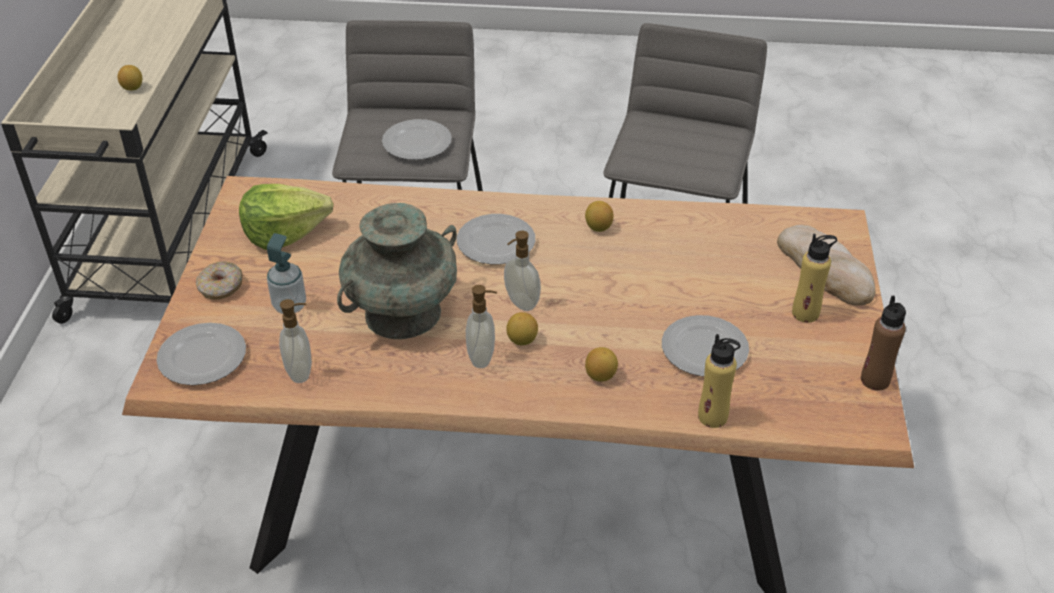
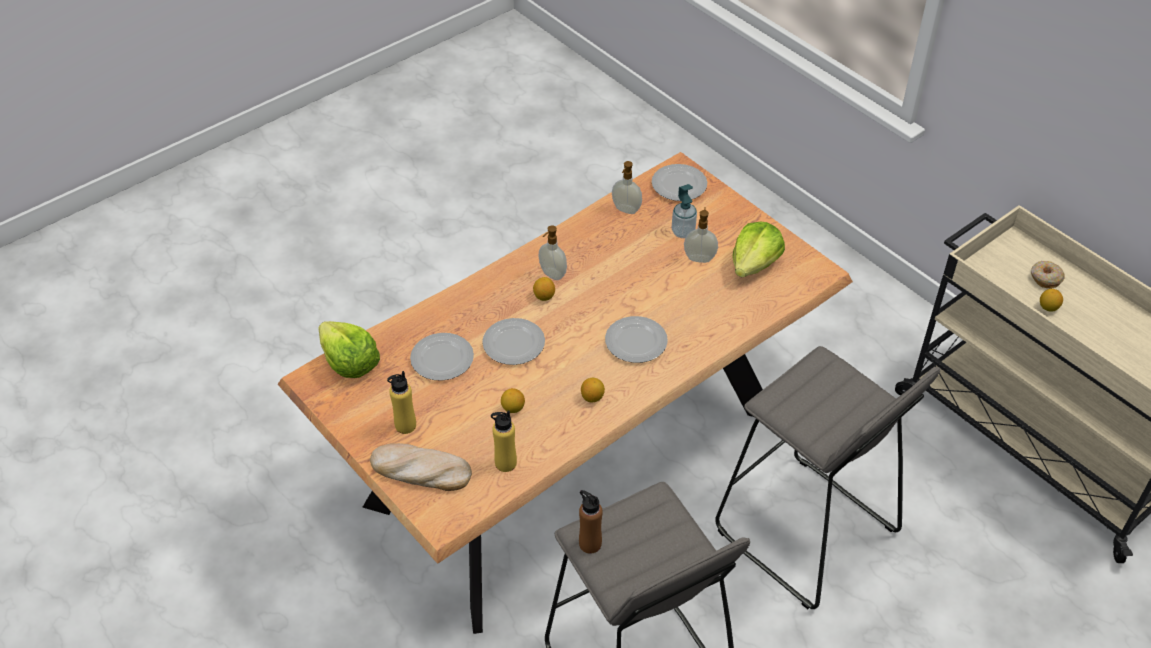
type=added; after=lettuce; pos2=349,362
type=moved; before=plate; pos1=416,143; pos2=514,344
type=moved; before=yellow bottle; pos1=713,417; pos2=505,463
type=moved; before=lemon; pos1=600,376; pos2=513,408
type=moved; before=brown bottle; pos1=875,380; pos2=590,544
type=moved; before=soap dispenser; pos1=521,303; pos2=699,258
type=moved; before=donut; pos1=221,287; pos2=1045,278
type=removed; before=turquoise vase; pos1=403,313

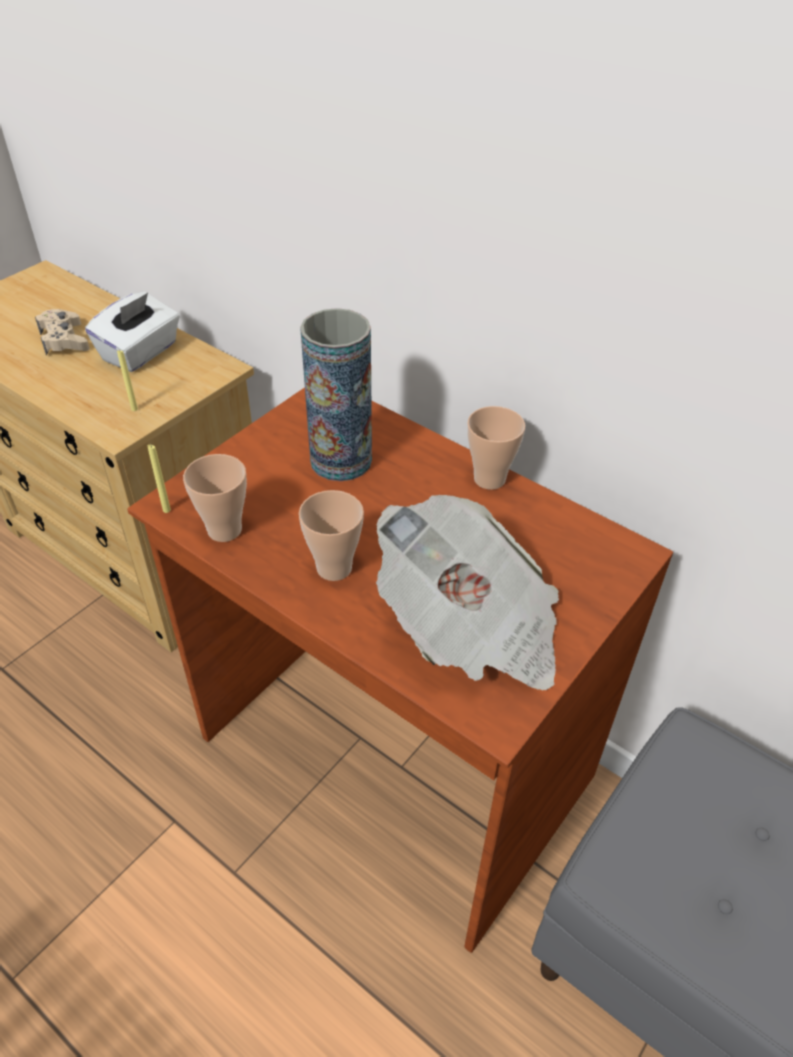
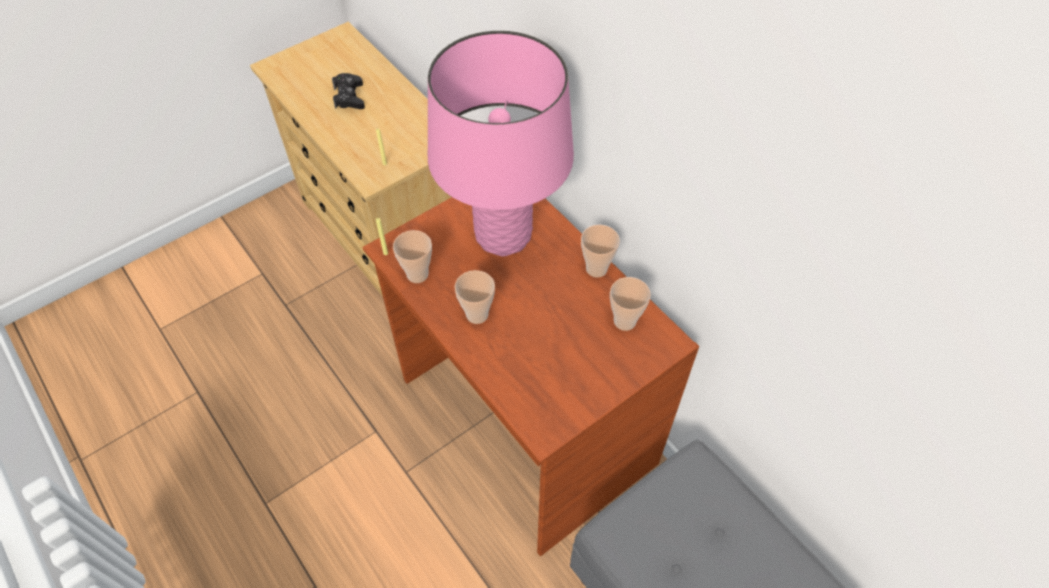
type=recoloured; before=beige game controller; after=black game controller; pos1=64,340; pos2=349,97
type=replaced; before=vase; after=pink table lamp; pos1=341,460; pos2=503,236
type=added; after=cup; pos2=624,321
type=removed; before=white tissue box; pos1=140,352
type=removed; before=newspaper; pos1=471,627

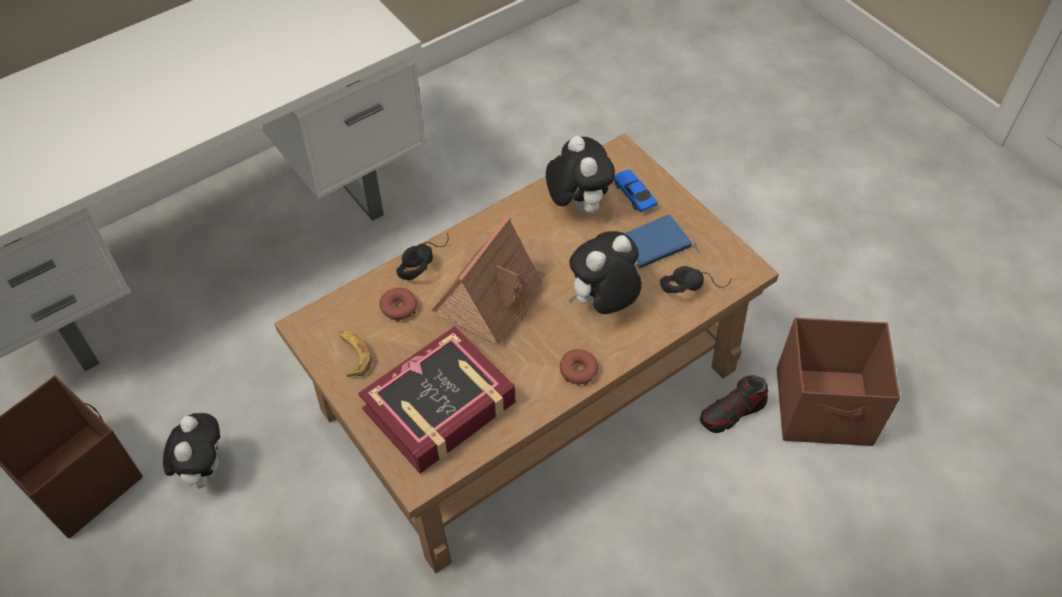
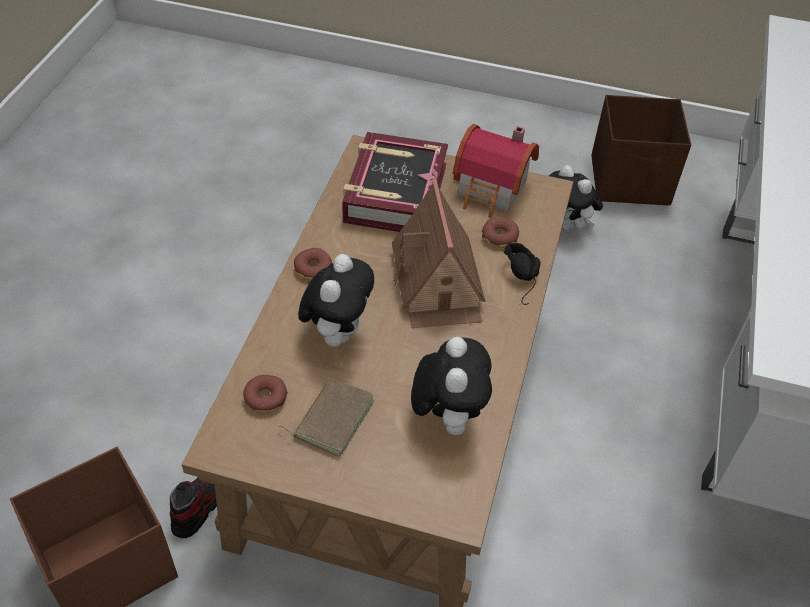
type=replaced; before=black headphones; after=donut; pos1=692,285; pos2=265,398
type=recoloured; before=blue book; after=brown book; pos1=655,246; pos2=332,418
type=turned; before=plush toy; pos1=577,204; pos2=447,416; turn=-120
type=replaced; before=banana; after=toy house; pos1=353,355; pos2=492,191
type=removed; before=toy car; pos1=634,195

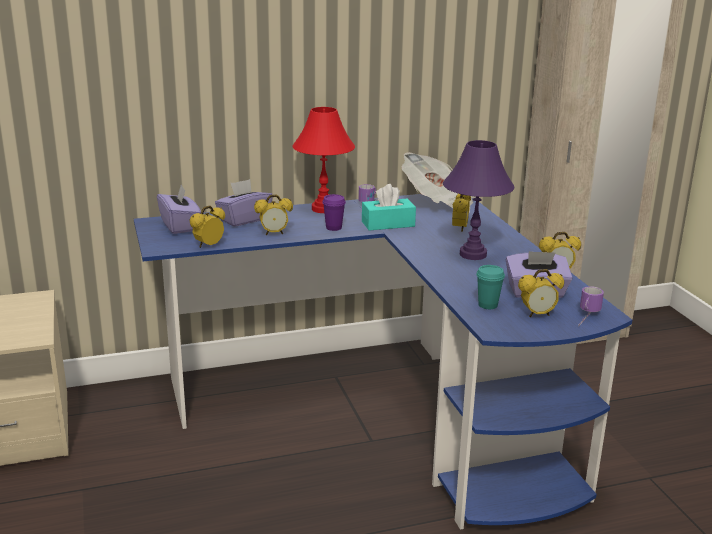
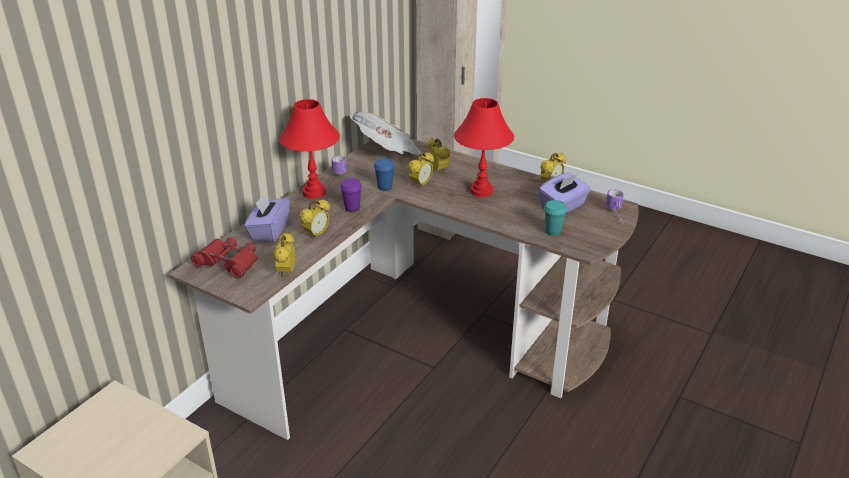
type=recoloured; before=blue desk; after=brown desk; pos1=388,411; pos2=416,337
type=replaced; before=purple tissue box; after=red binoculars; pos1=180,226; pos2=228,262
type=replaced; before=turquoise tissue box; after=blue cup; pos1=388,224; pos2=384,187
type=moved; before=alarm clock; pos1=537,314; pos2=421,184
type=recoloured; before=purple table lamp; after=red table lamp; pos1=473,254; pos2=481,191

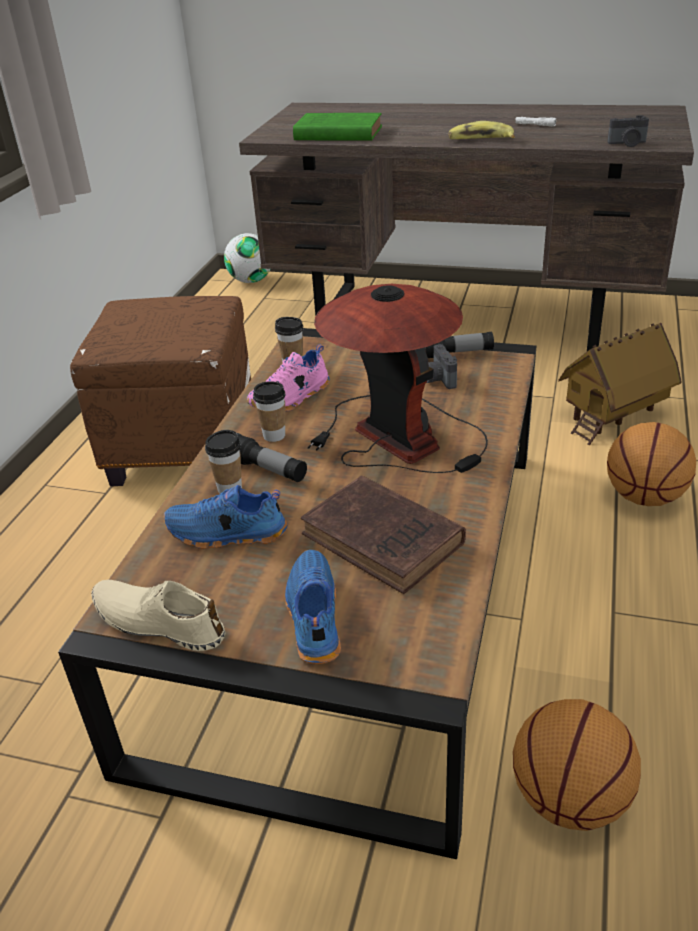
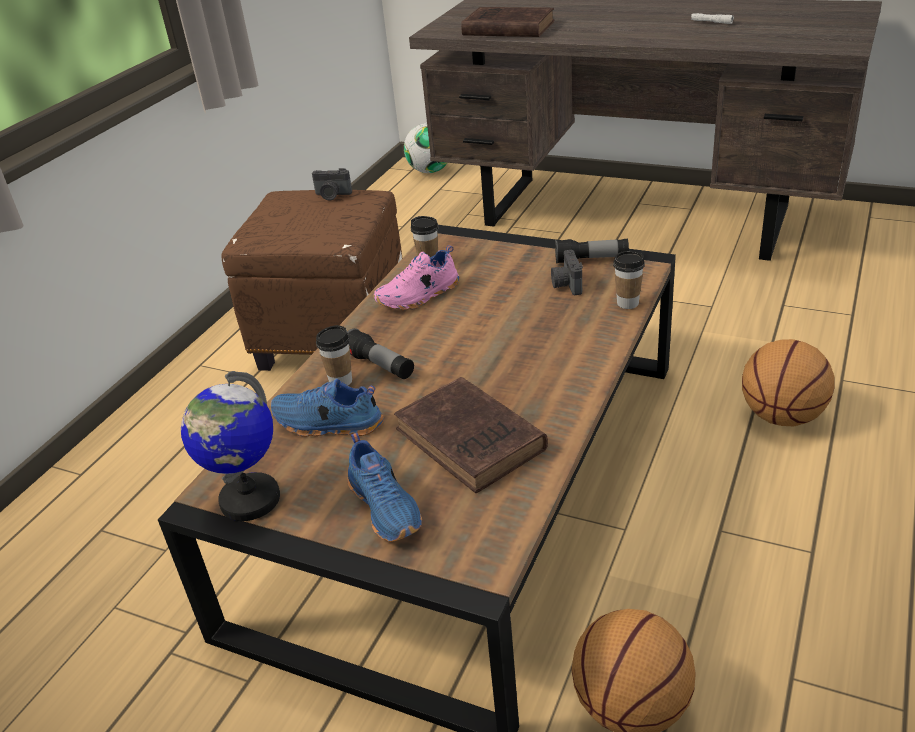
type=replaced; before=beige shoe; after=globe; pos1=158,621; pos2=249,499
type=moved; before=photo camera; pos1=627,144; pos2=332,195
type=turned; before=blue shoe; pos1=312,616; pos2=386,507; turn=150
type=recoloured; before=green book; after=brown book; pos1=336,133; pos2=506,28
type=moved; before=cup; pos1=274,435; pos2=627,303
type=removed; before=table lamp; pos1=397,436
type=removed; before=banana; pos1=480,141
type=removed; before=toy house; pos1=613,416

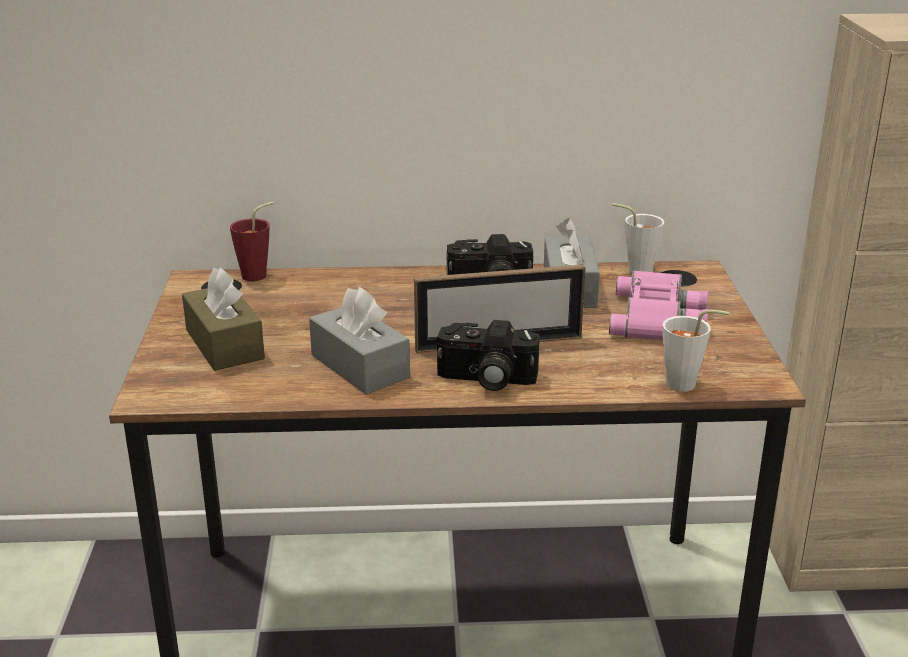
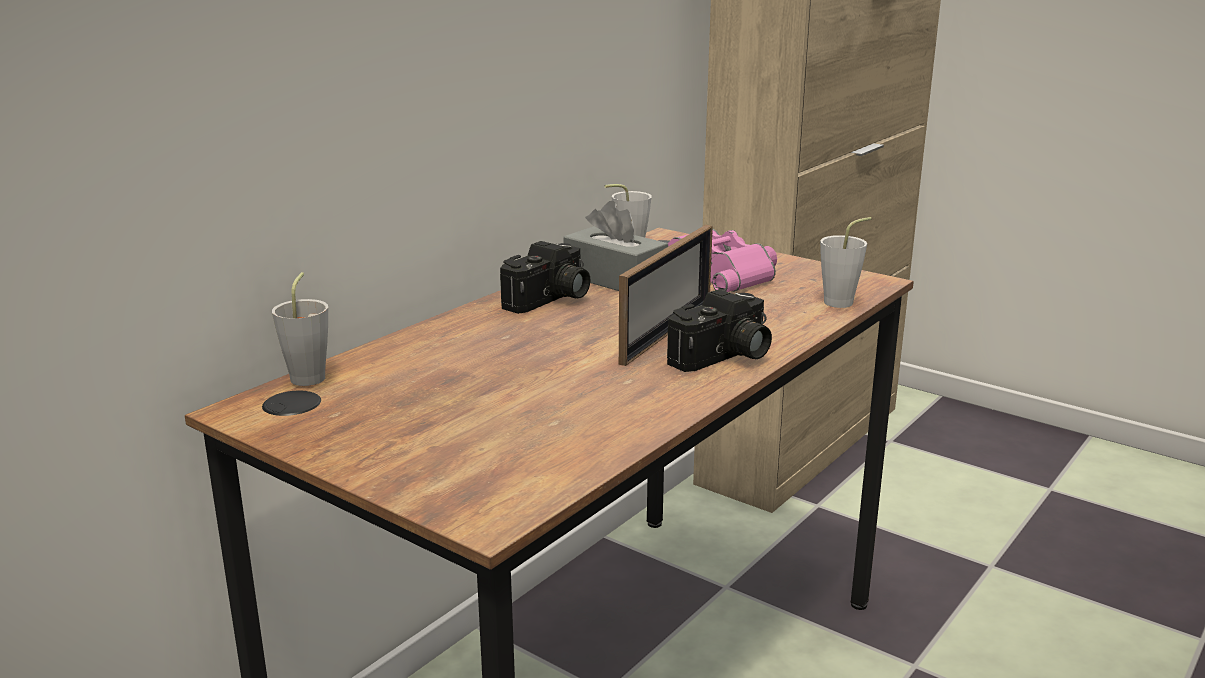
type=recoloured; before=red cup; after=grey cup; pos1=259,274; pos2=310,375
type=removed; before=brown tissue box; pos1=224,344
type=removed; before=grey tissue box; pos1=360,366

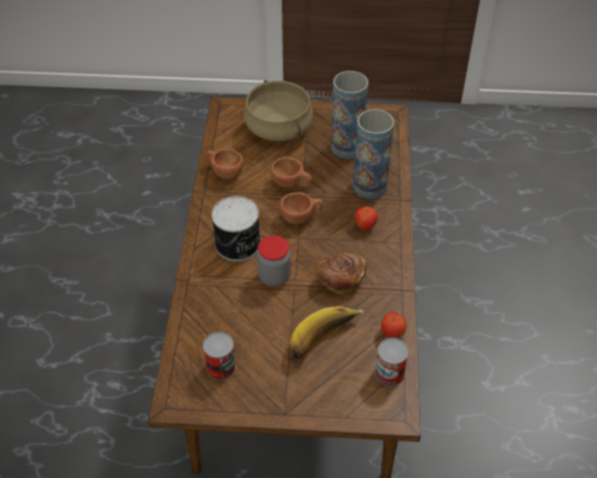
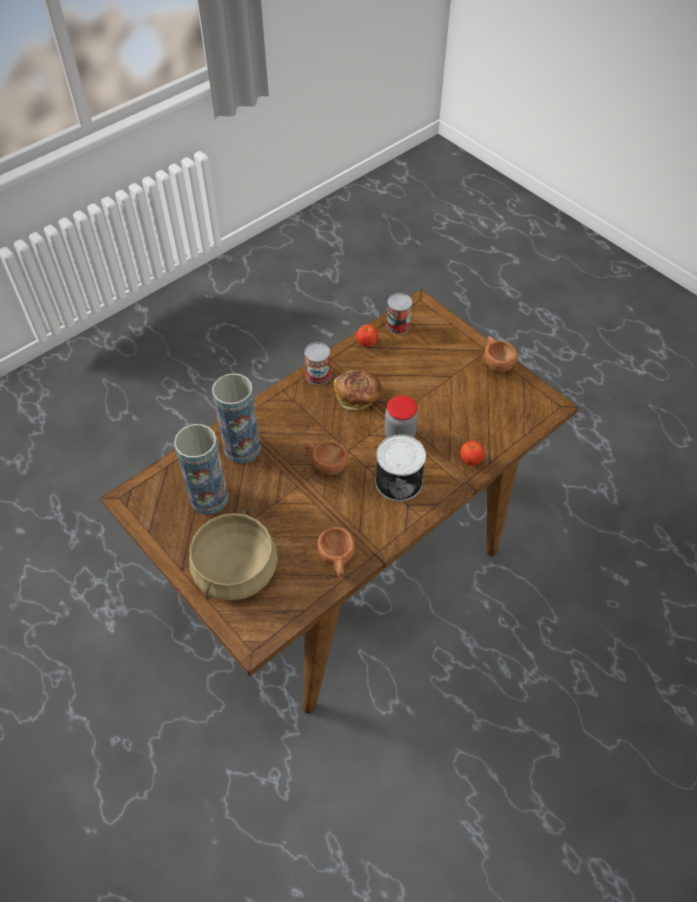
type=moved; before=can; pos1=221,367; pos2=318,375
type=moved; before=apple; pos1=365,226; pos2=471,460
type=moved; before=brown cup; pos1=291,184; pos2=496,362
type=removed; before=banana; pos1=326,341

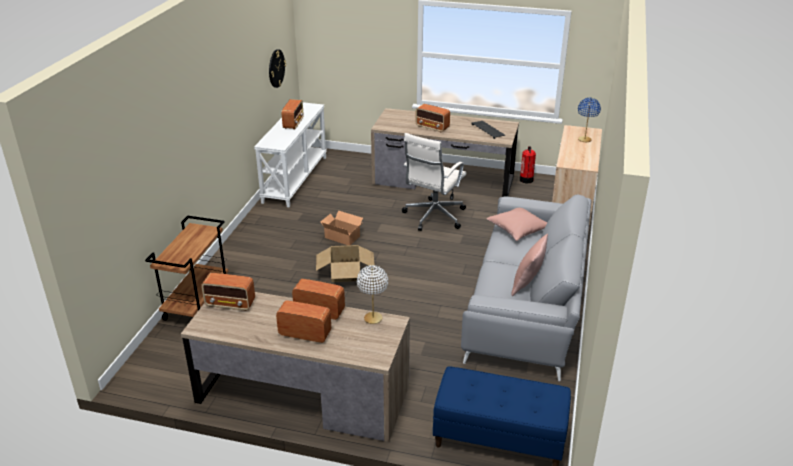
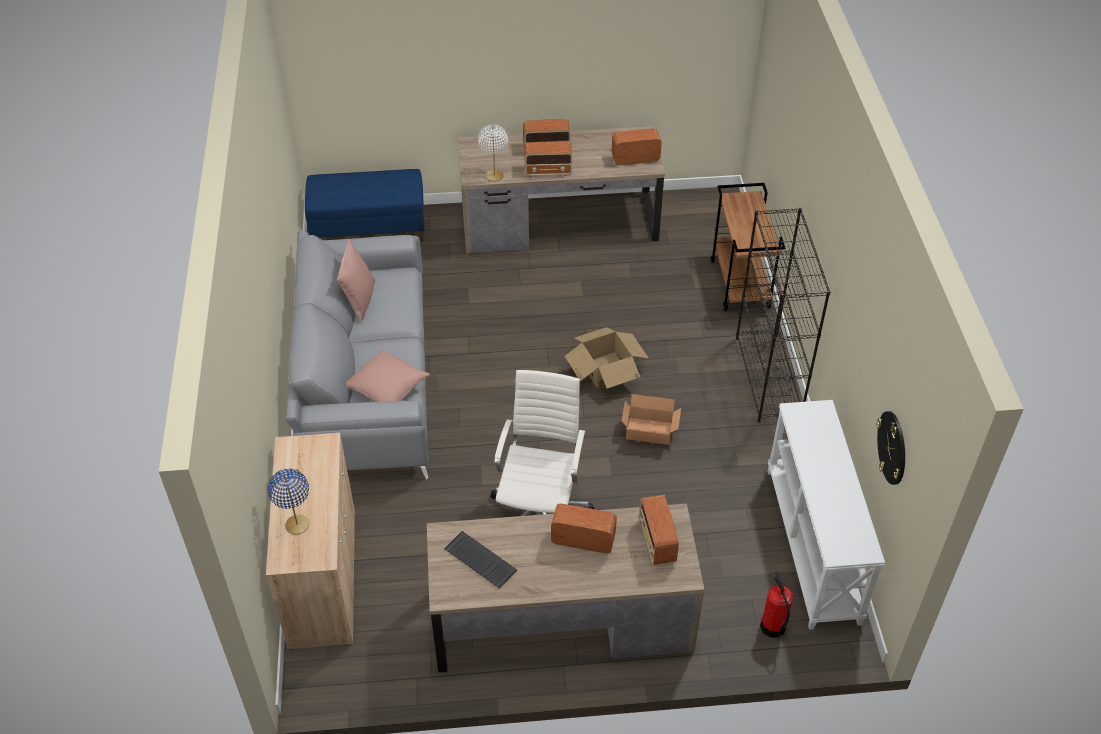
type=moved; before=radio; pos1=293,123; pos2=657,542
type=added; after=black bookcase; pos2=768,378
type=moved; before=fire extinguisher; pos1=526,180; pos2=772,627

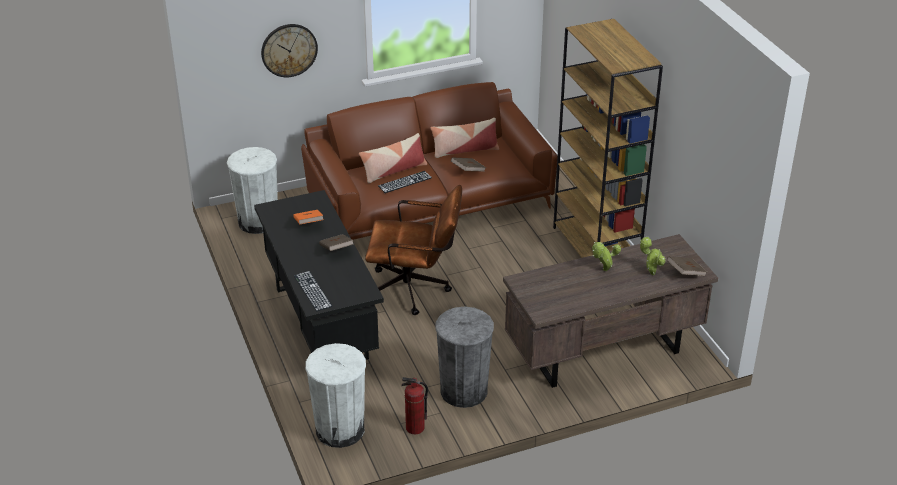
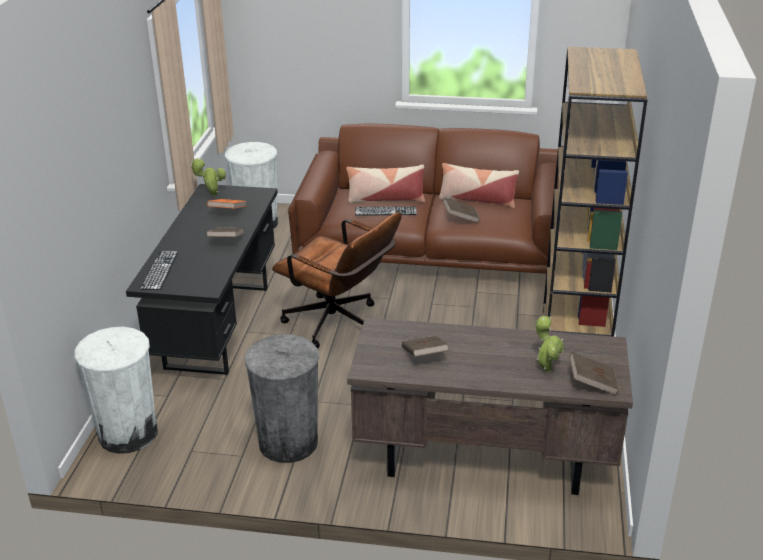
type=moved; before=potted plant; pos1=603,270; pos2=211,195
type=added; after=brown book; pos2=424,356
type=removed; before=wall clock; pos1=289,50
type=removed; before=fire extinguisher; pos1=415,428

